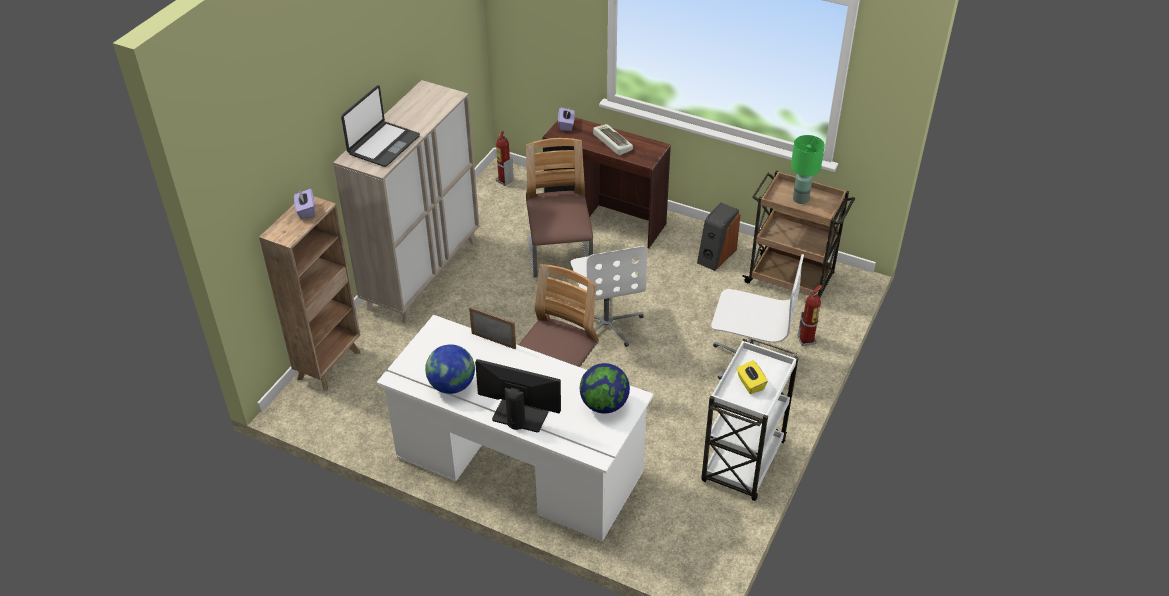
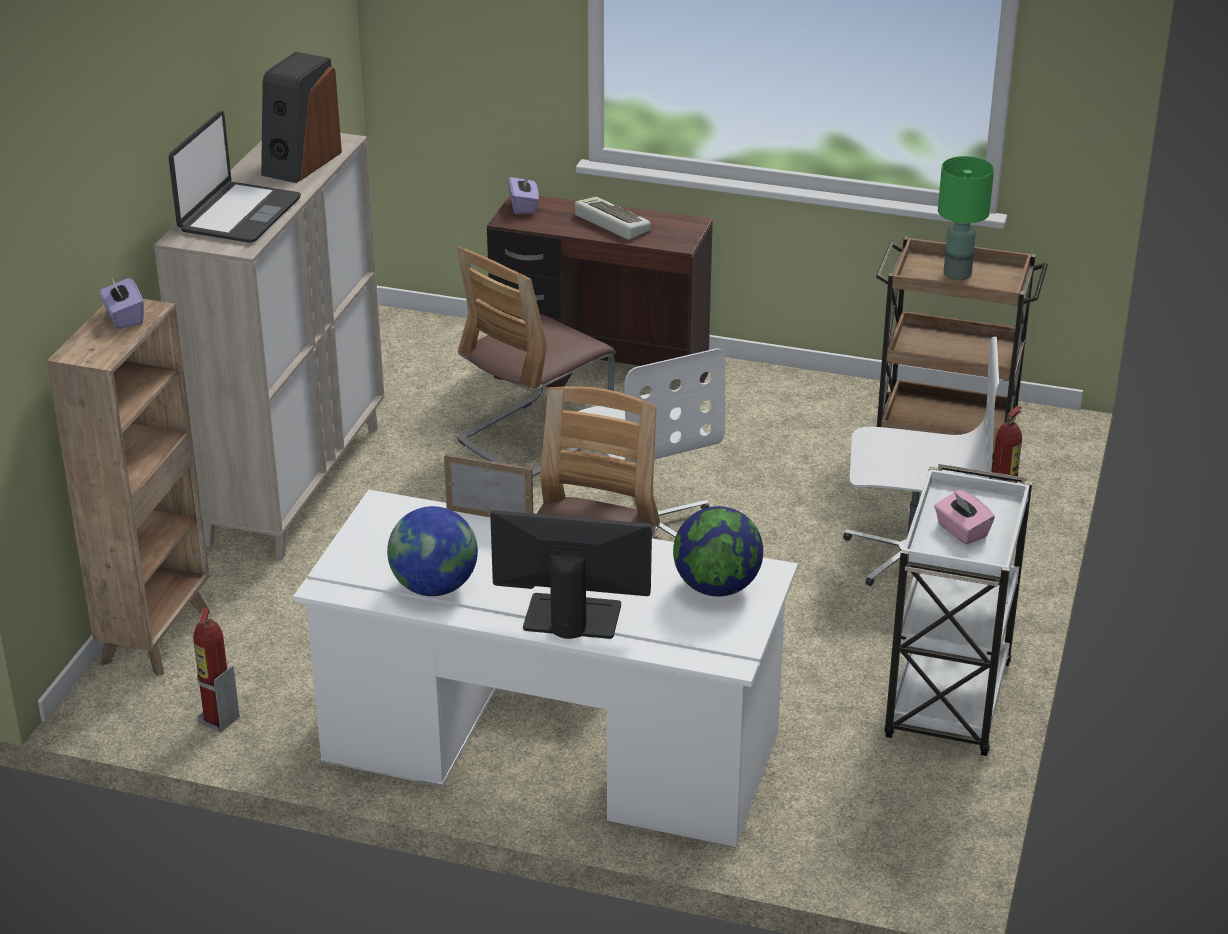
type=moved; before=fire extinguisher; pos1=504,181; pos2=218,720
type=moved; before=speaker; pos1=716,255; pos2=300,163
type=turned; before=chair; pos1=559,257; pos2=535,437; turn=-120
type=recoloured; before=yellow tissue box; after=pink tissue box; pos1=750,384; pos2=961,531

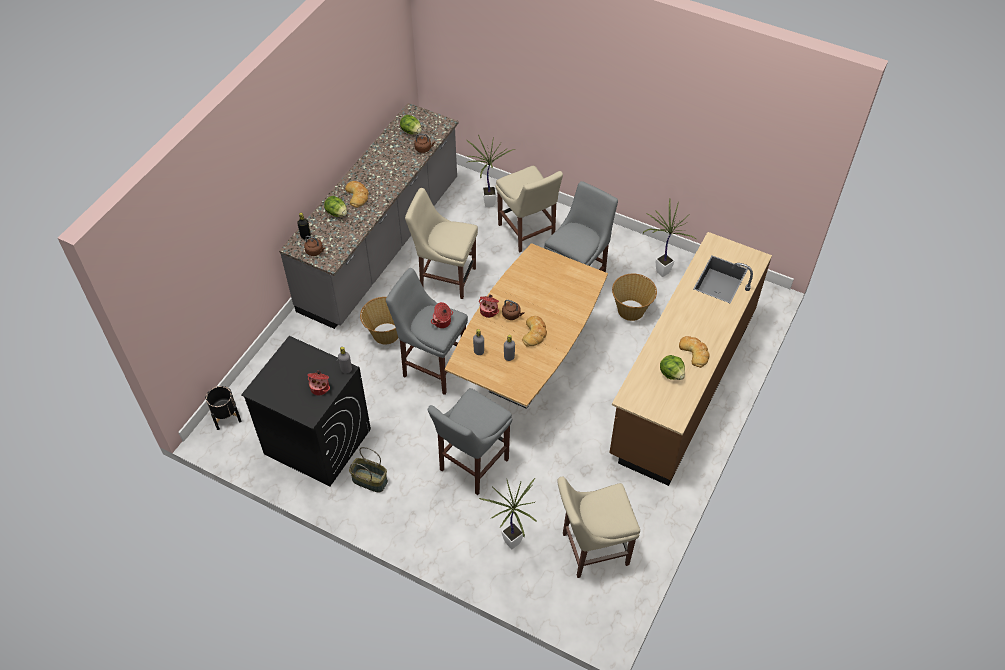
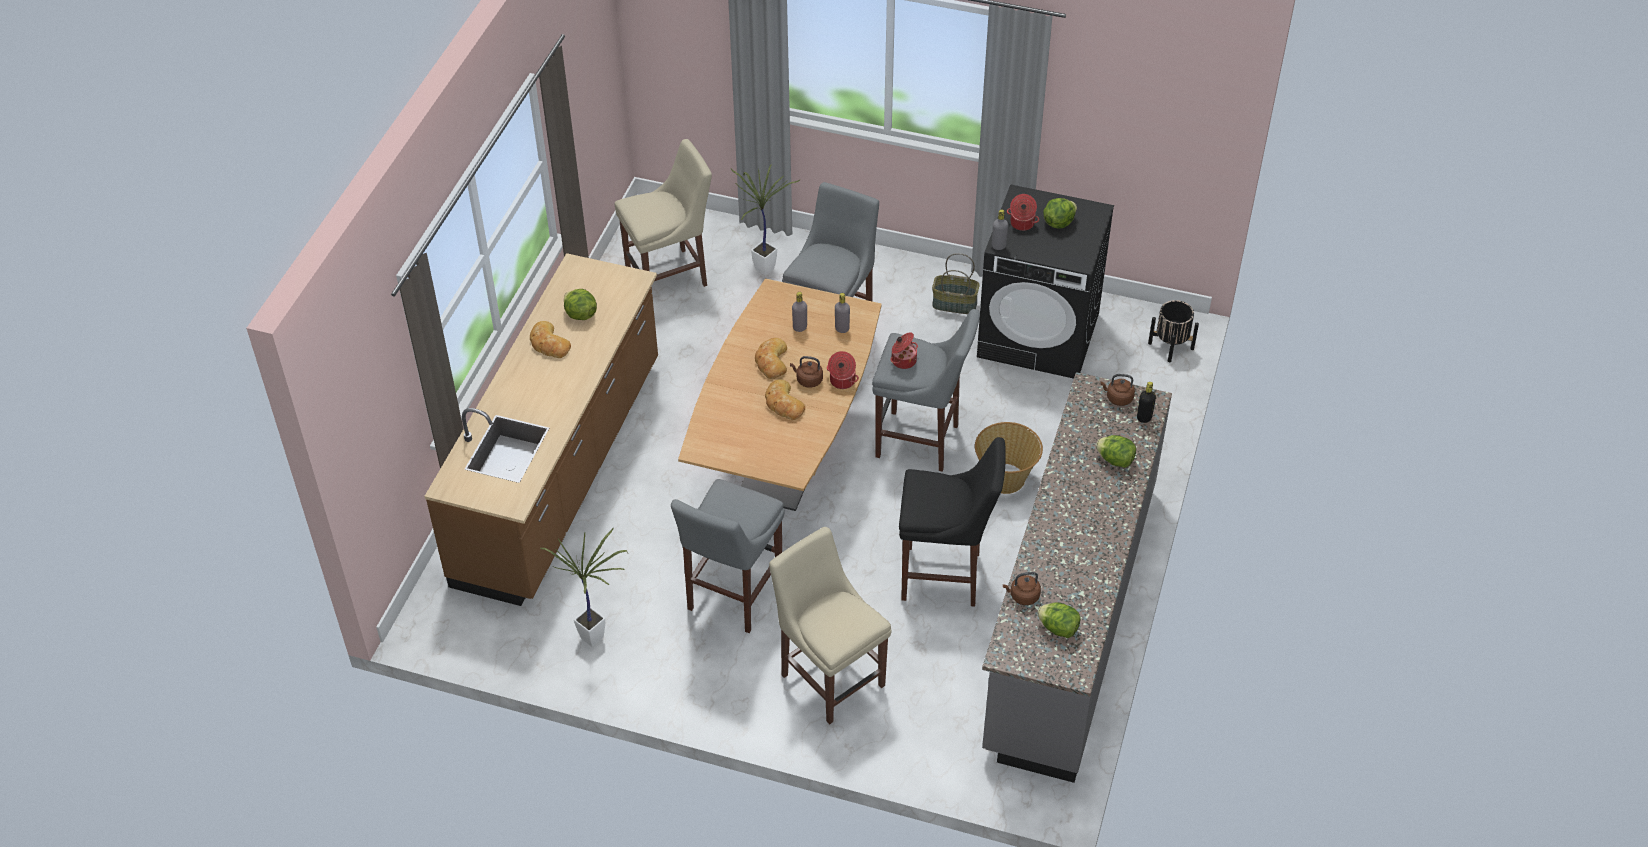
type=moved; before=bread; pos1=357,195; pos2=783,403
type=replaced; before=beige chair; after=black stool; pos1=445,277; pos2=946,577
type=added; after=lettuce; pos2=1058,222
type=removed; before=potted plant; pos1=488,206
type=removed; before=basket; pos1=631,310

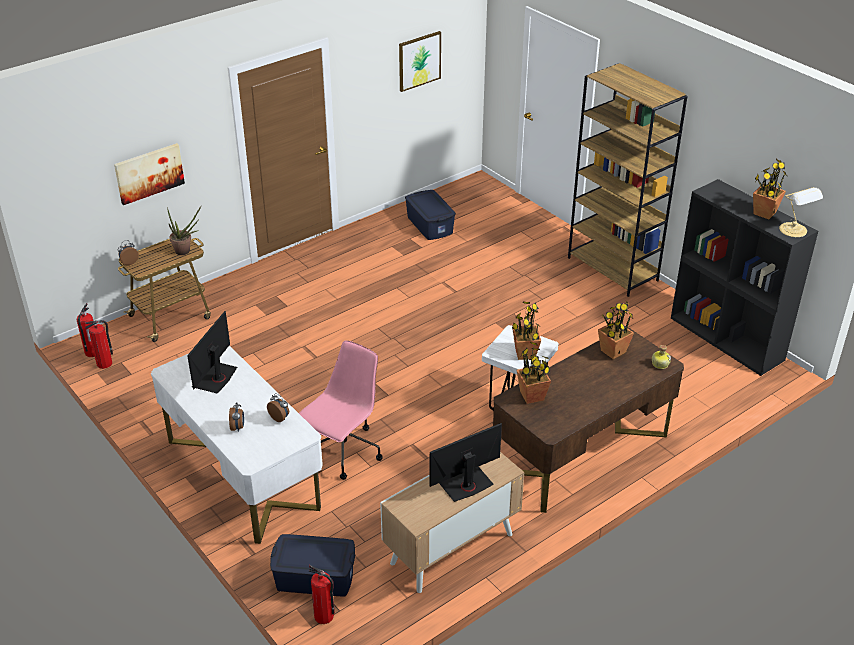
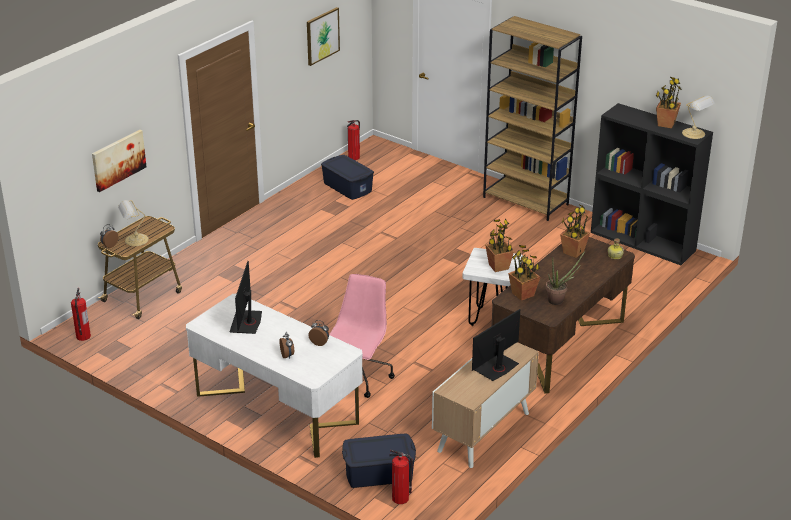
type=added; after=table lamp; pos2=135,240
type=moved; before=fire extinguisher; pos1=105,363; pos2=354,157
type=moved; before=potted plant; pos1=186,251; pos2=559,300

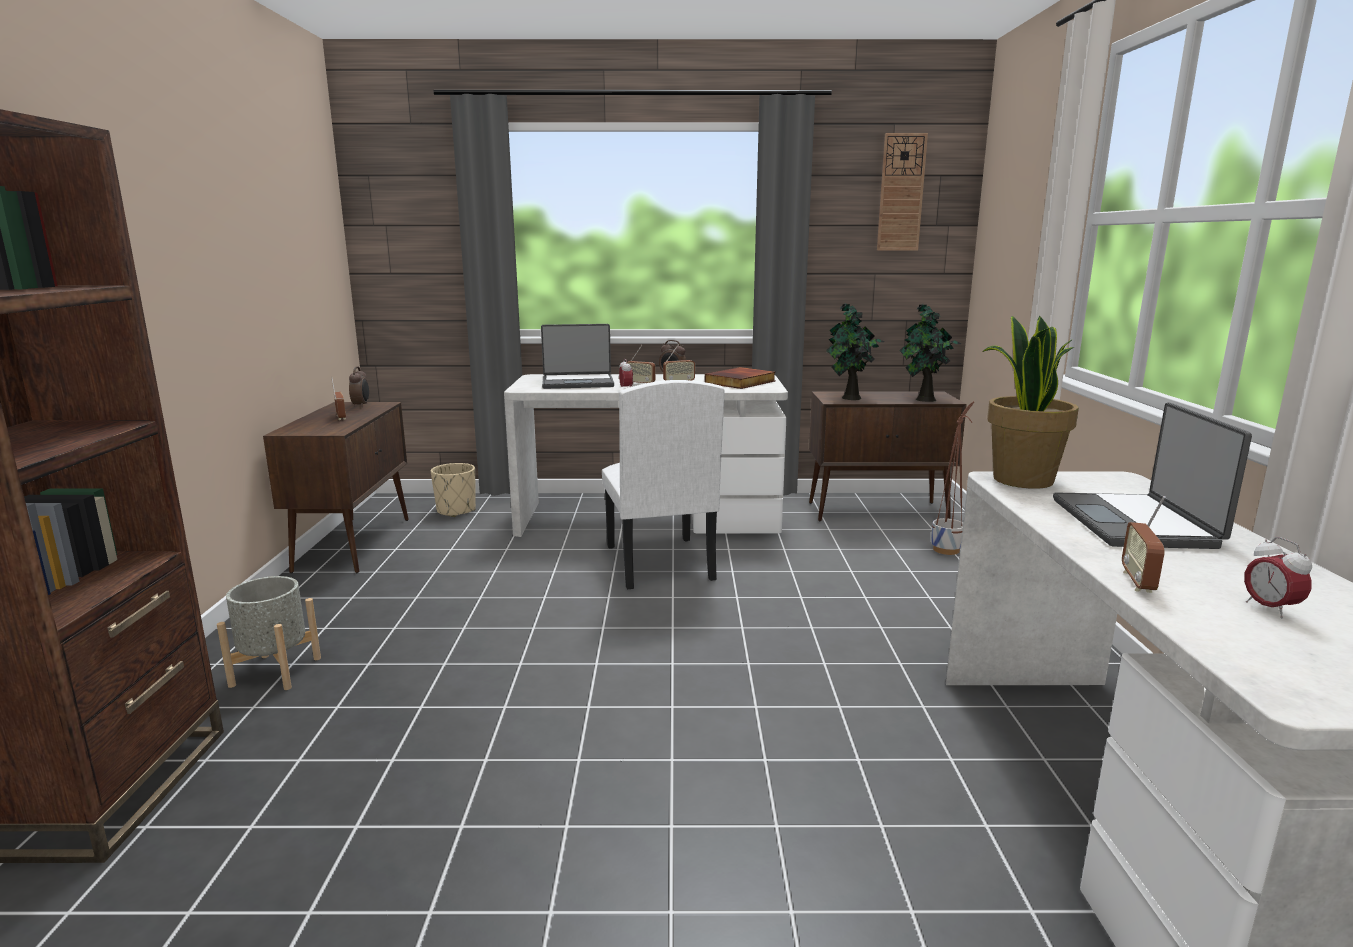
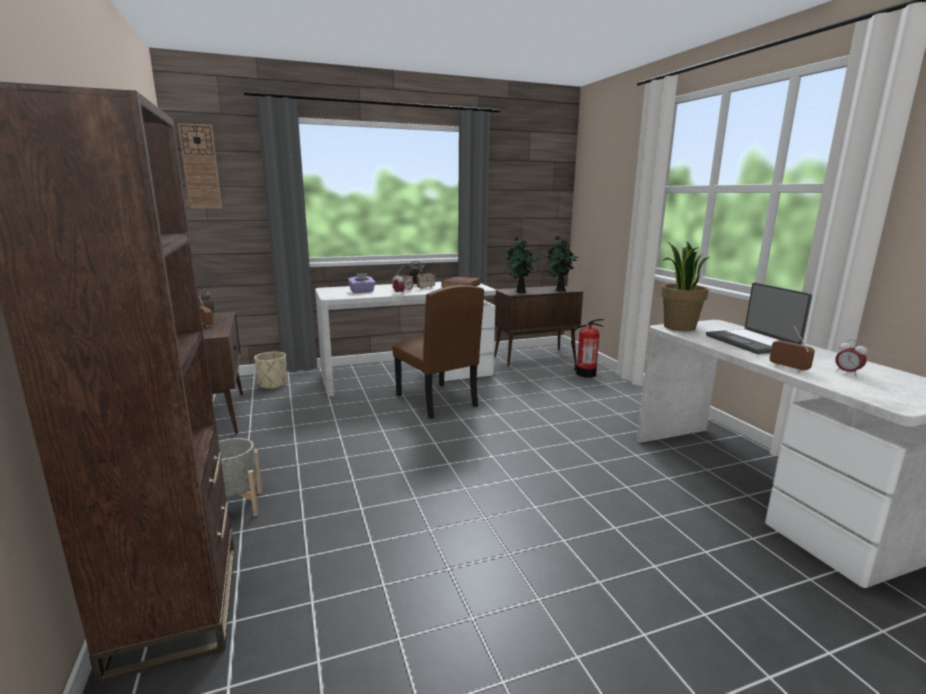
type=moved; before=wall clock; pos1=901,193; pos2=200,167
type=replaced; before=laptop; after=purple tissue box; pos1=578,383; pos2=362,291
type=recoloured; before=white chair; after=brown chair; pos1=658,562; pos2=436,400
type=replaced; before=planter; after=fire extinguisher; pos1=946,550; pos2=585,374
type=turned; before=radio; pos1=1138,582; pos2=788,368; turn=150

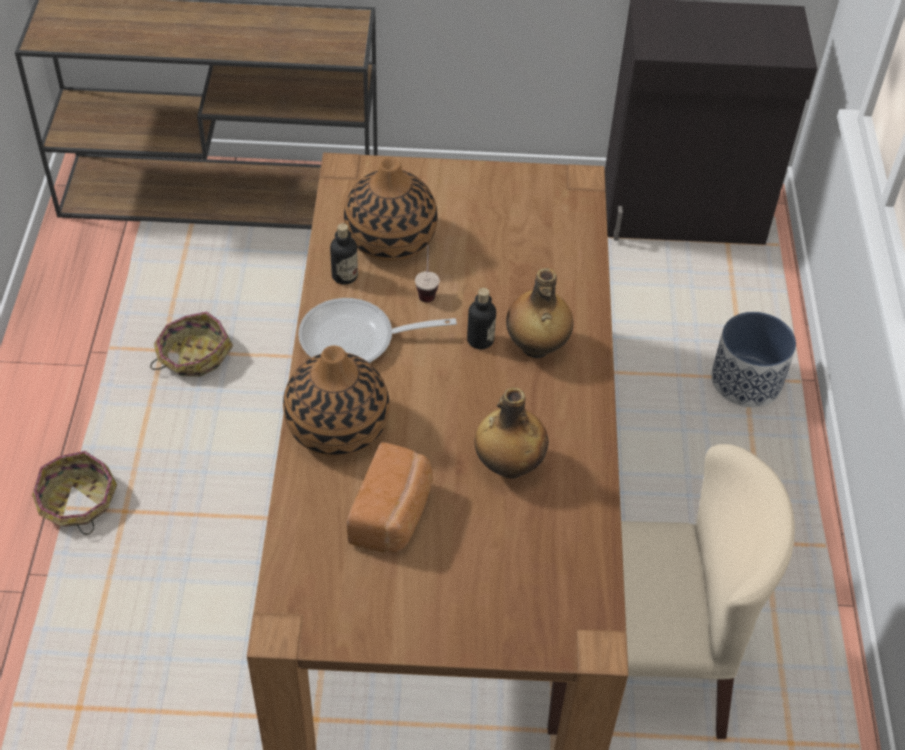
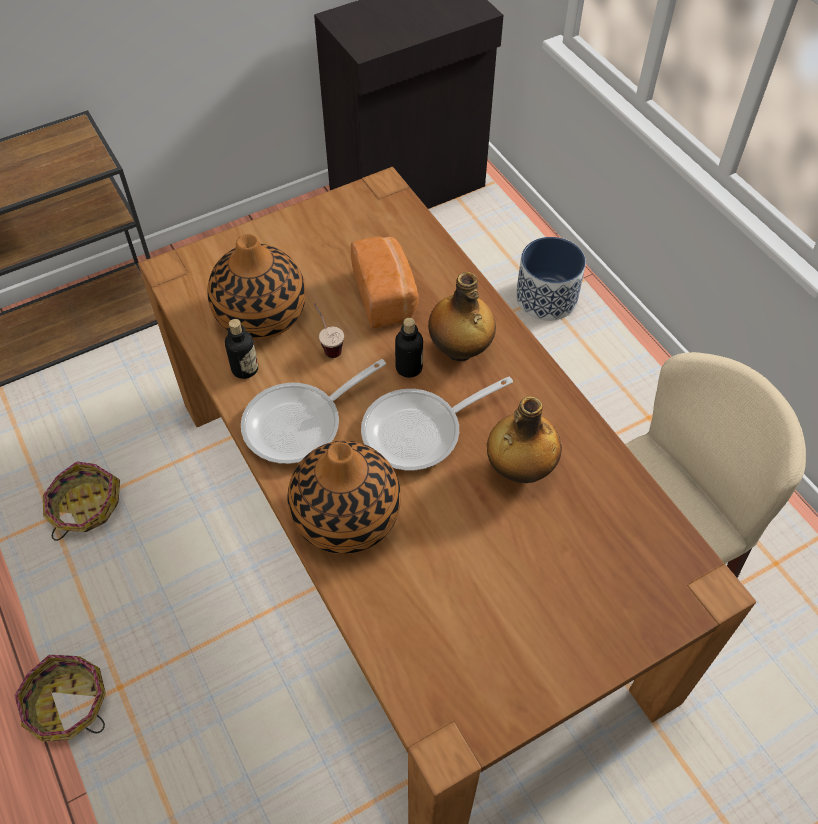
type=moved; before=bread; pos1=393,515; pos2=386,295
type=added; after=frying pan; pos2=420,431

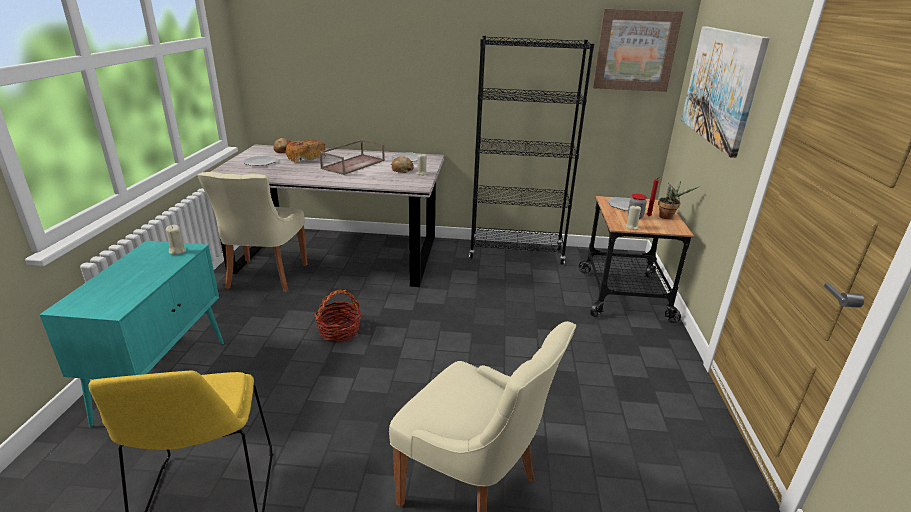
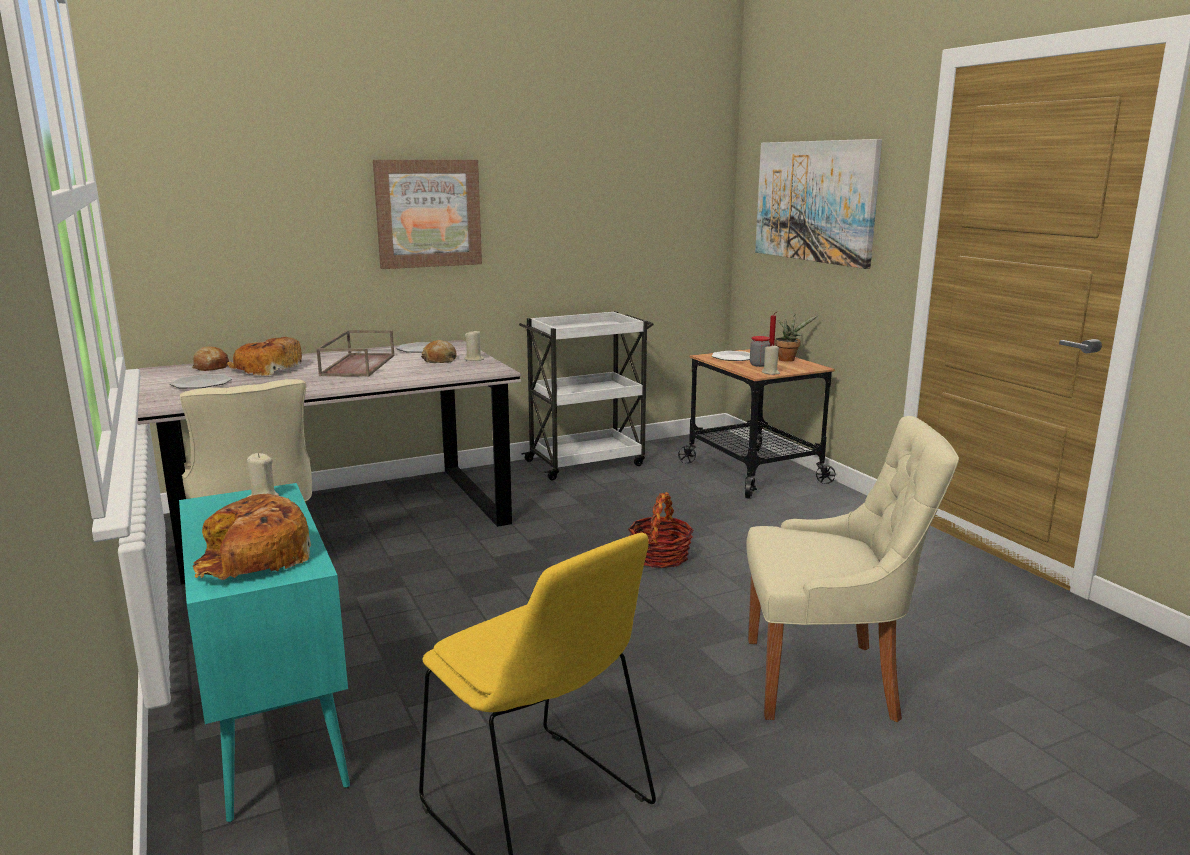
type=added; after=bread; pos2=252,559
type=moved; before=picture; pos1=635,50; pos2=428,213
type=replaced; before=black bookcase; after=white cart; pos1=516,253; pos2=586,462
type=moved; before=basket; pos1=339,331; pos2=660,557

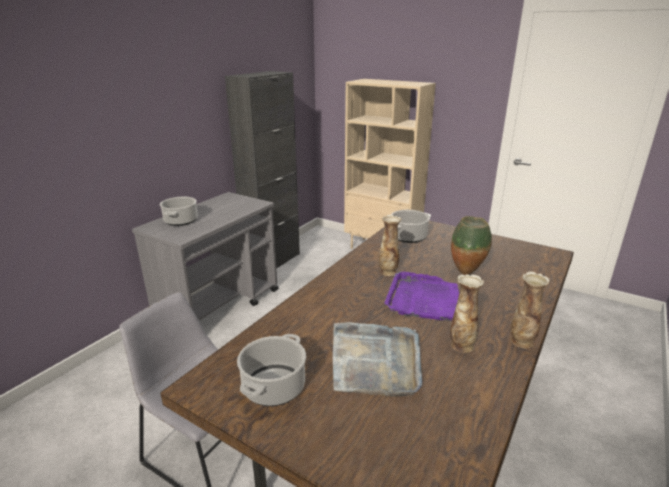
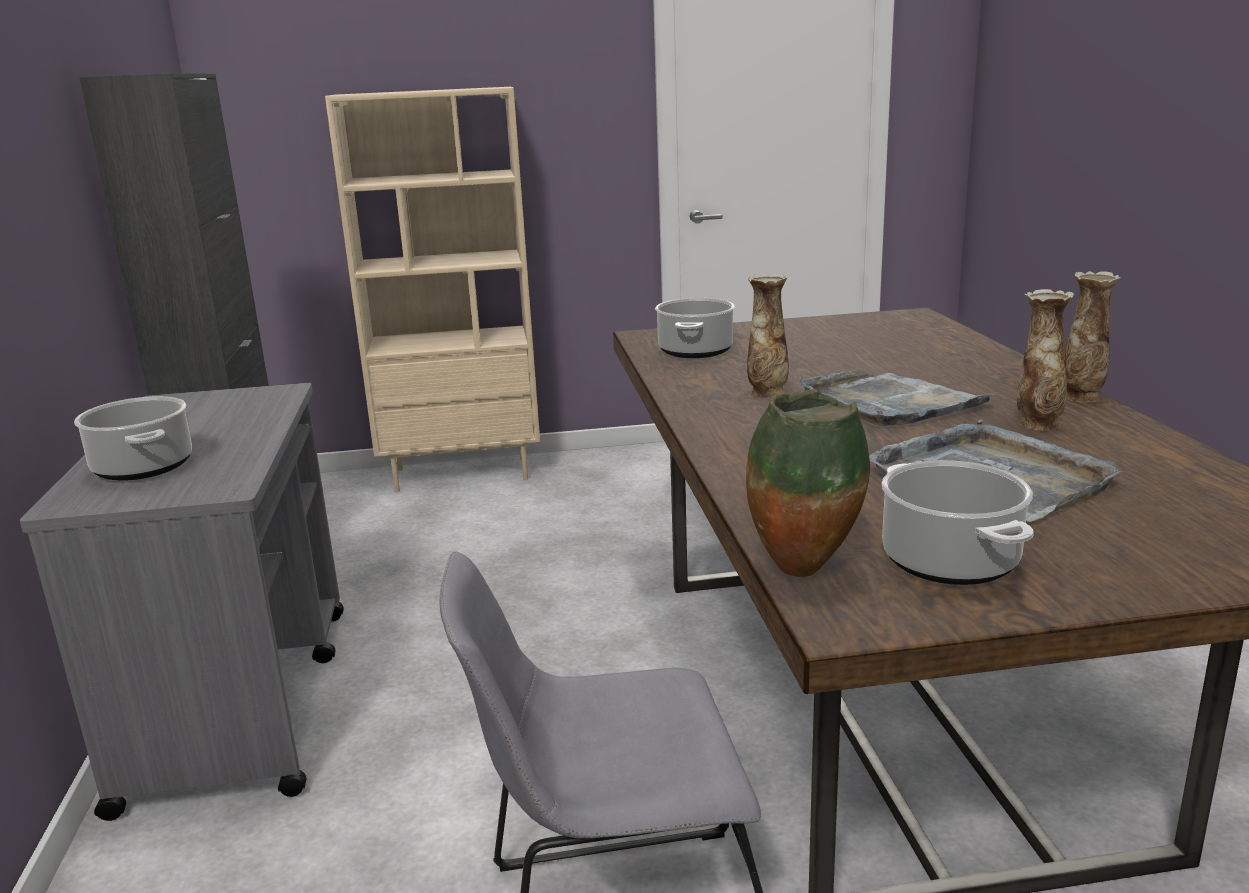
type=moved; before=vase; pos1=467,273; pos2=805,572
type=recoloured; before=purple tray; after=grey tray; pos1=424,300; pos2=890,403

